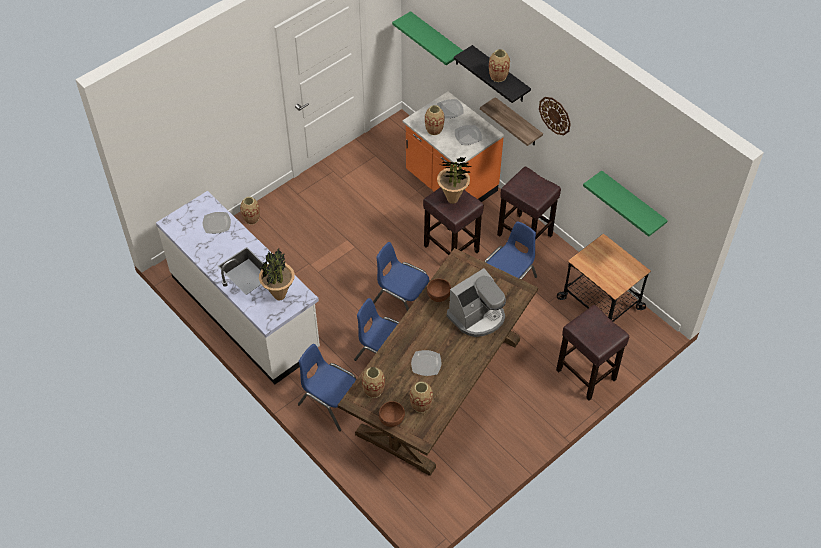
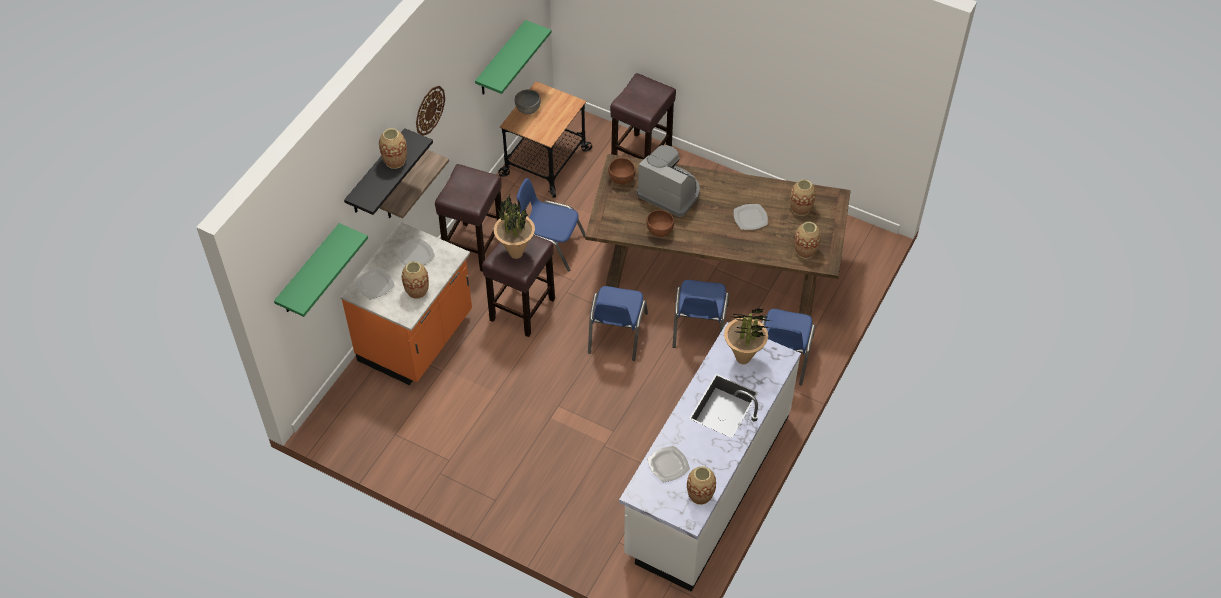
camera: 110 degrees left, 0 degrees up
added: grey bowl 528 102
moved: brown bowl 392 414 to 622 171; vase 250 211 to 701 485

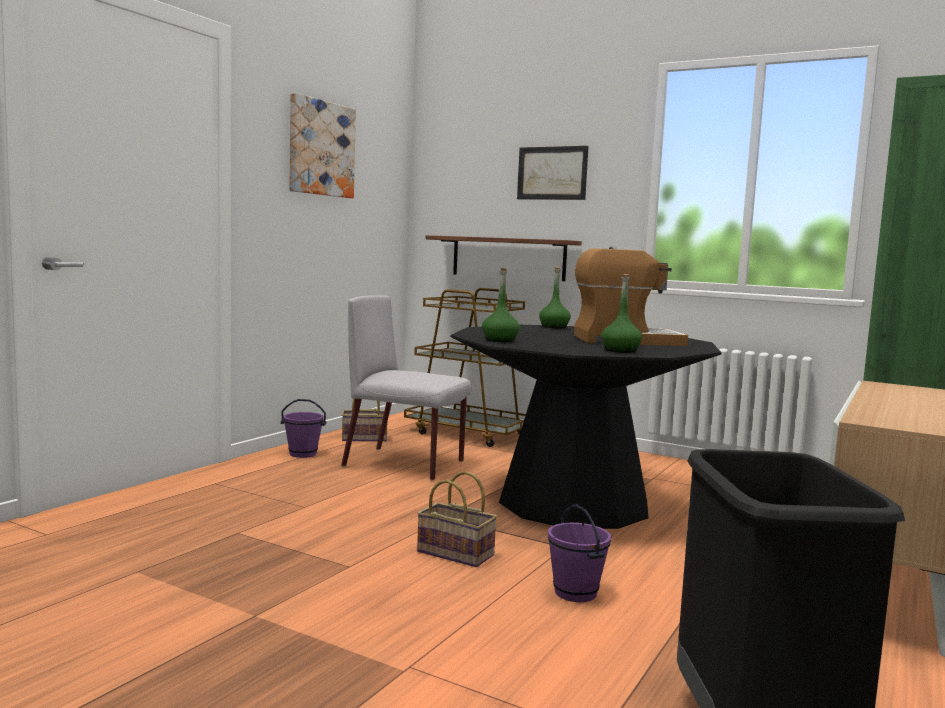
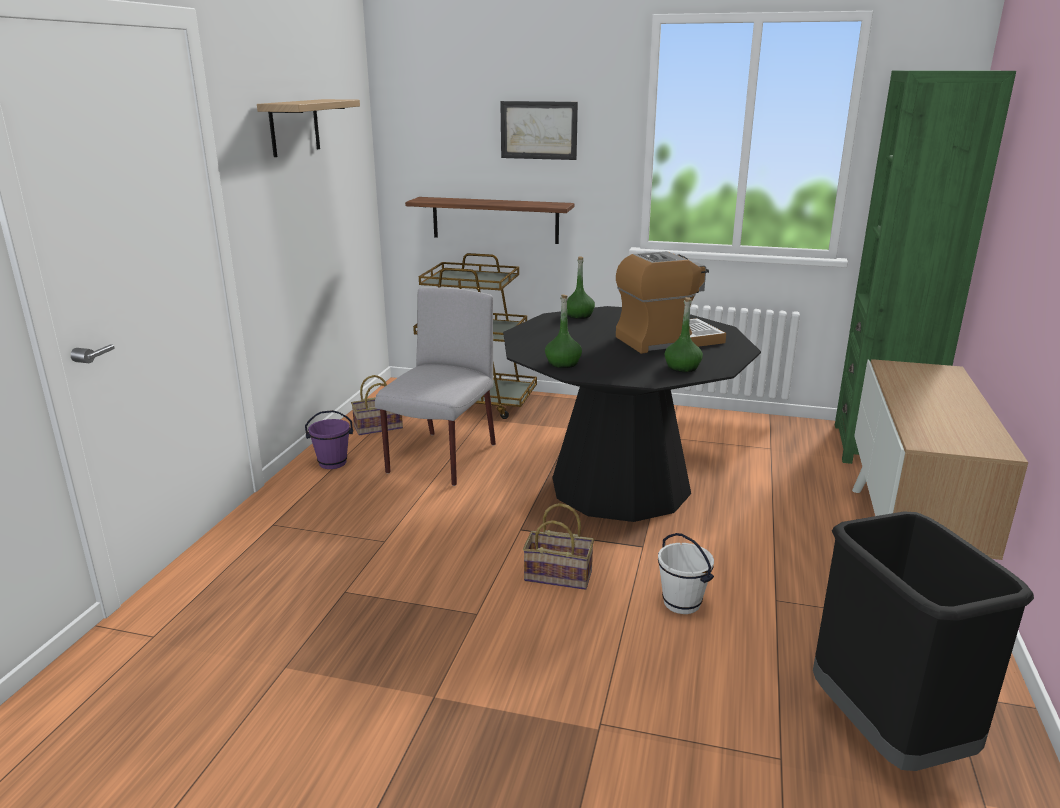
camera: 15 degrees left, 15 degrees up
replaced: picture 322 145 to shelf 308 128
recoloured: purple bucket 579 553 to white bucket 686 573
turned: grey chair 406 388 = 435 387 105 degrees clockwise

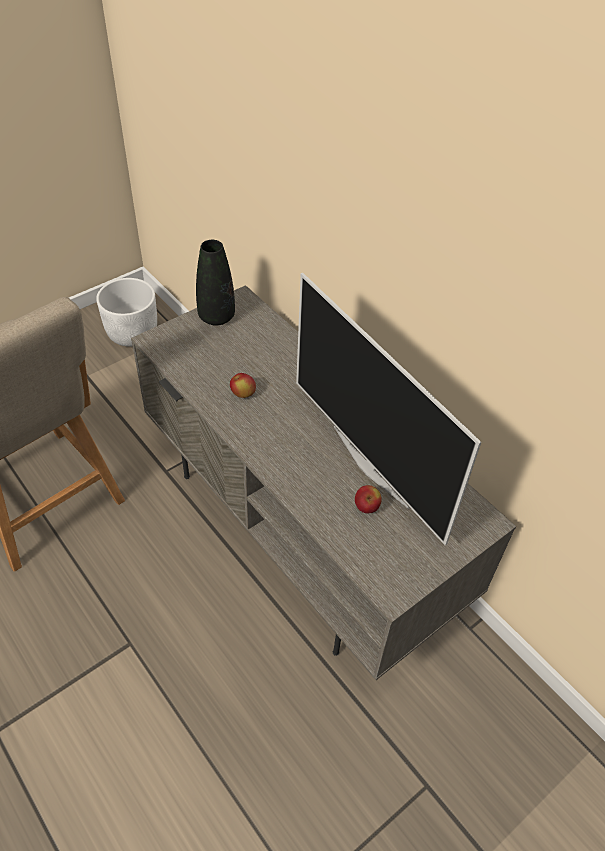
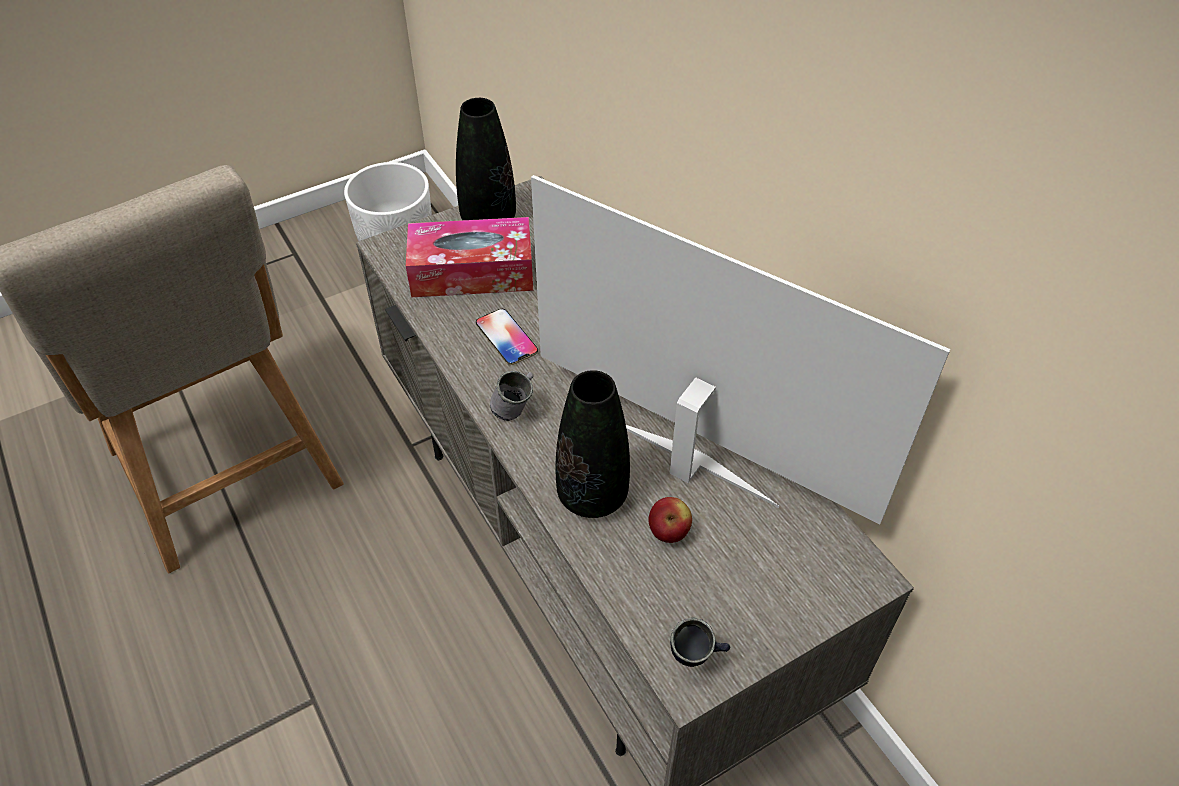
camera: 10 degrees right, 0 degrees up
added: tissue box 469 257; grey mug 512 396; black vase 593 444; blue mug 700 642
replaced: apple 243 385 to phone 507 337
turned: television 388 409 = 740 349 150 degrees clockwise

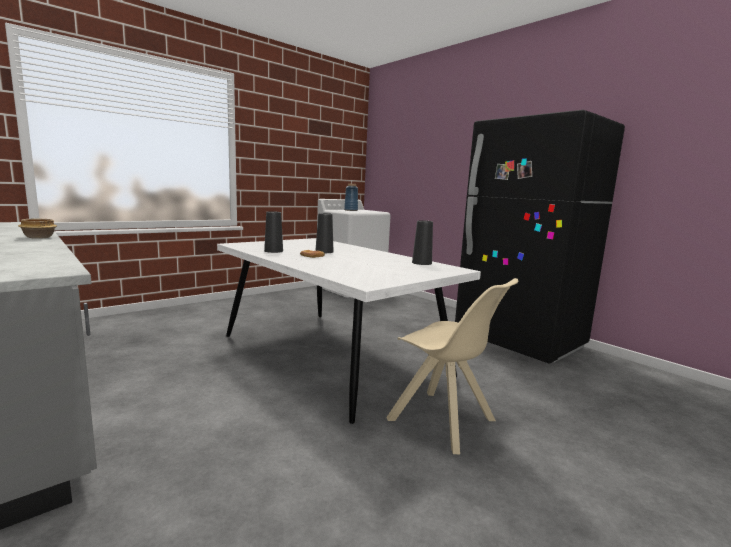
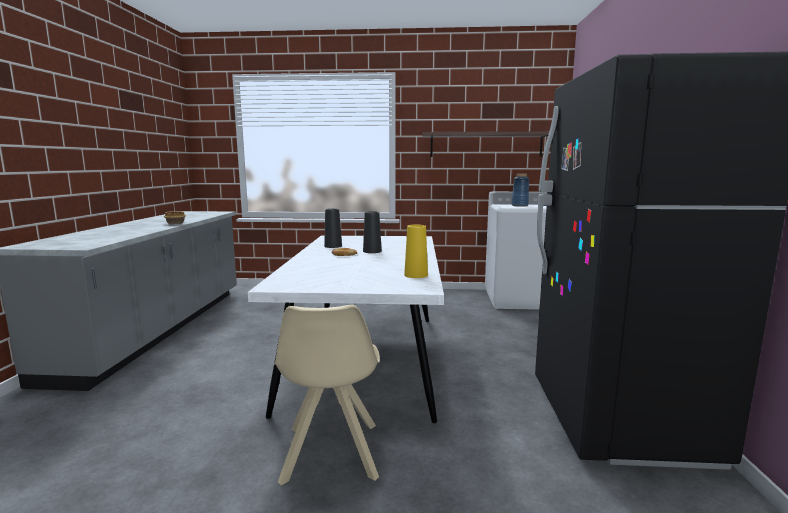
camera: 45 degrees right, 0 degrees up
added: shelf 485 144
recoloured: black vase 422 242 to yellow vase 416 251

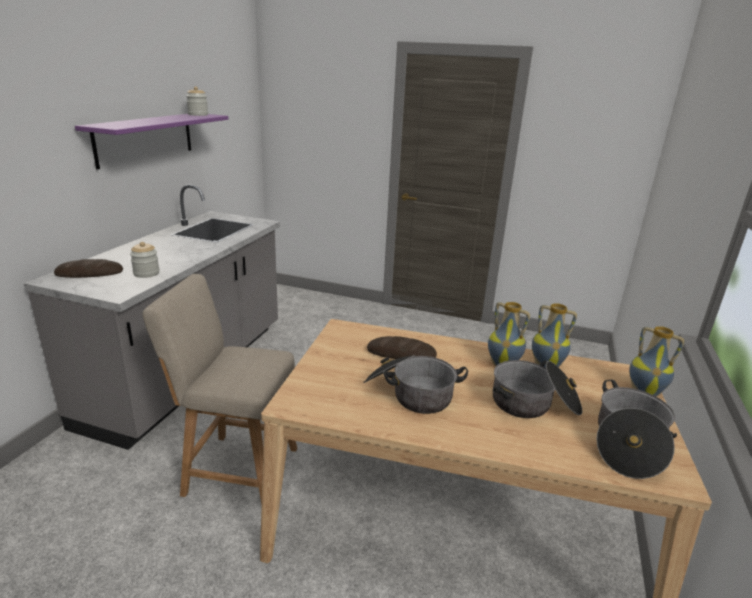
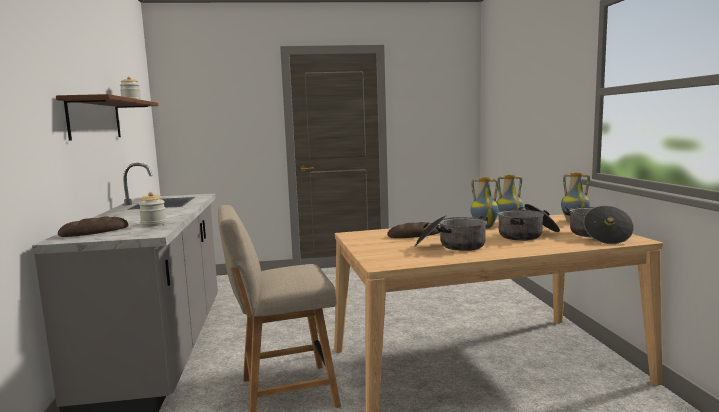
camera: 25 degrees left, 15 degrees down
recoloured: purple shelf 151 142 to brown shelf 107 117

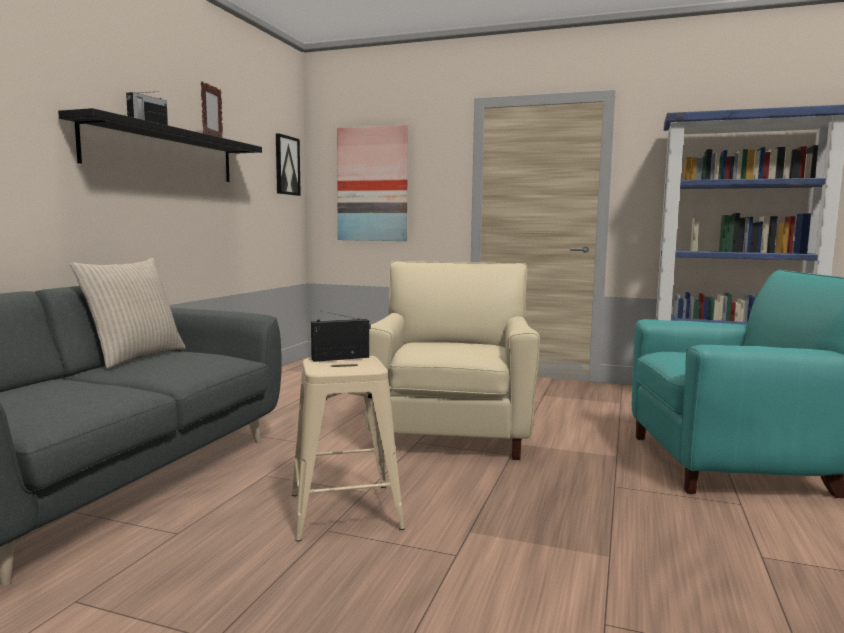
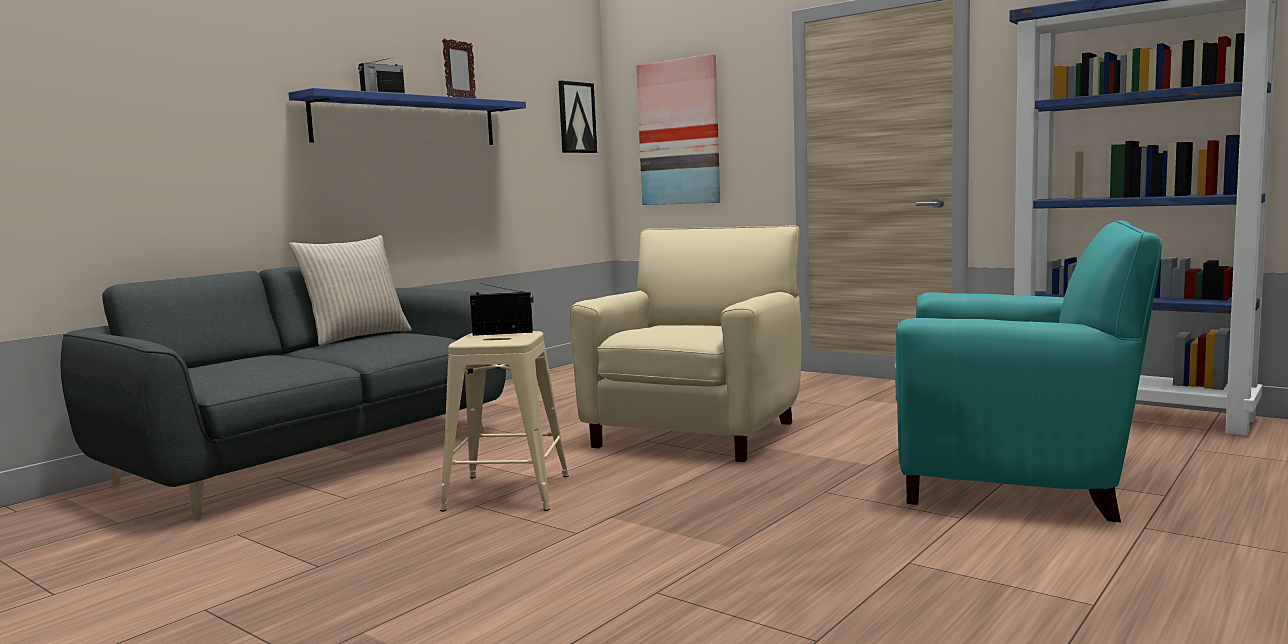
camera: 20 degrees right, 0 degrees up
recoloured: black shelf 160 145 to blue shelf 407 116

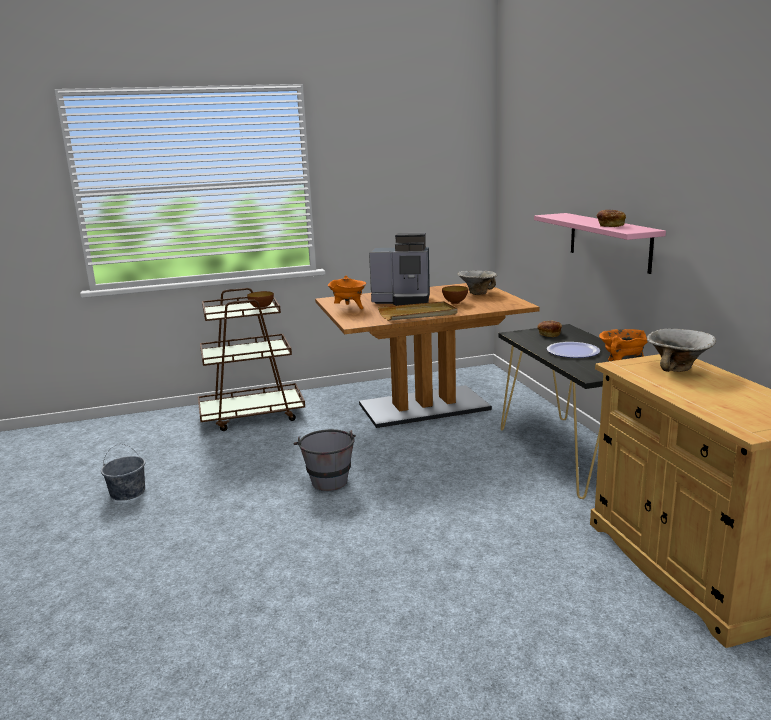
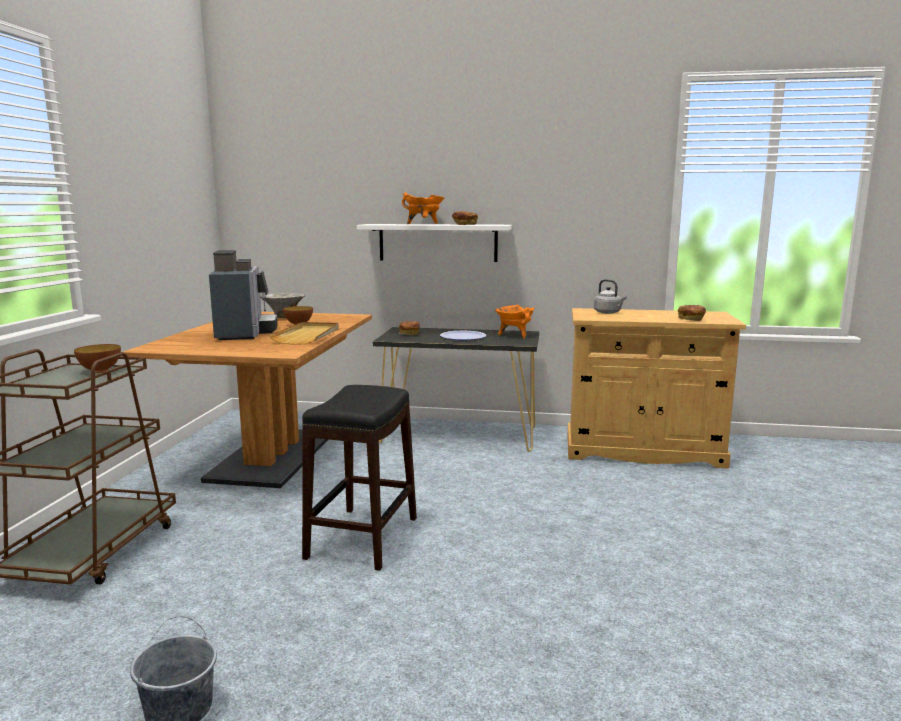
camera: 65 degrees left, 5 degrees down
added: bread 692 313
moved: orange cooking pot 347 292 to 423 208
replaced: grey bucket 324 460 to black stool 359 478; bowl 681 350 to grey kettle 610 296
recoloured: pink shelf 600 243 to white shelf 434 243
turned: coffee machine 399 269 = 243 295 45 degrees counterclockwise

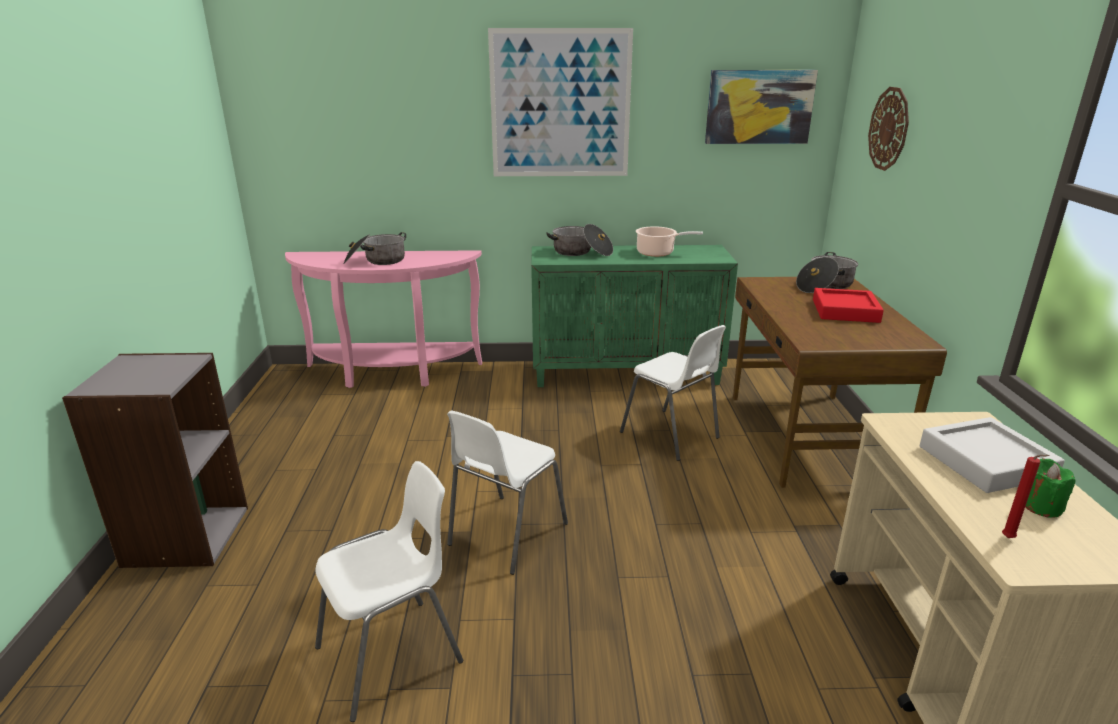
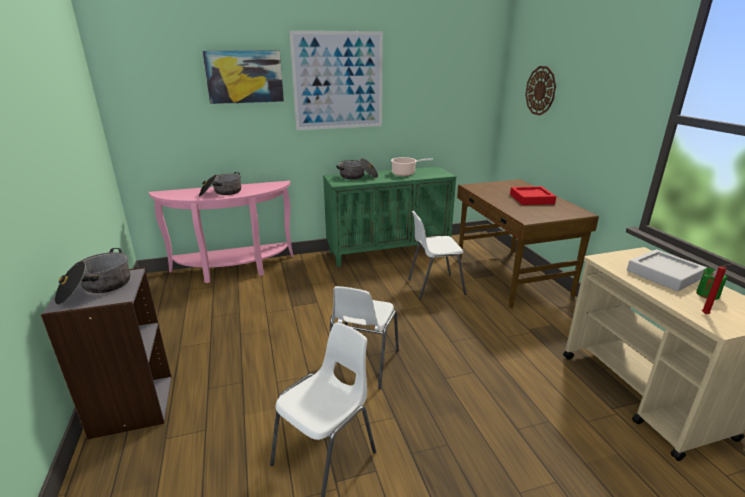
camera: 15 degrees left, 0 degrees up
moved: cooking pot 827 272 to 92 276; picture 761 107 to 243 77
turned: white chair 673 393 = 437 255 135 degrees clockwise

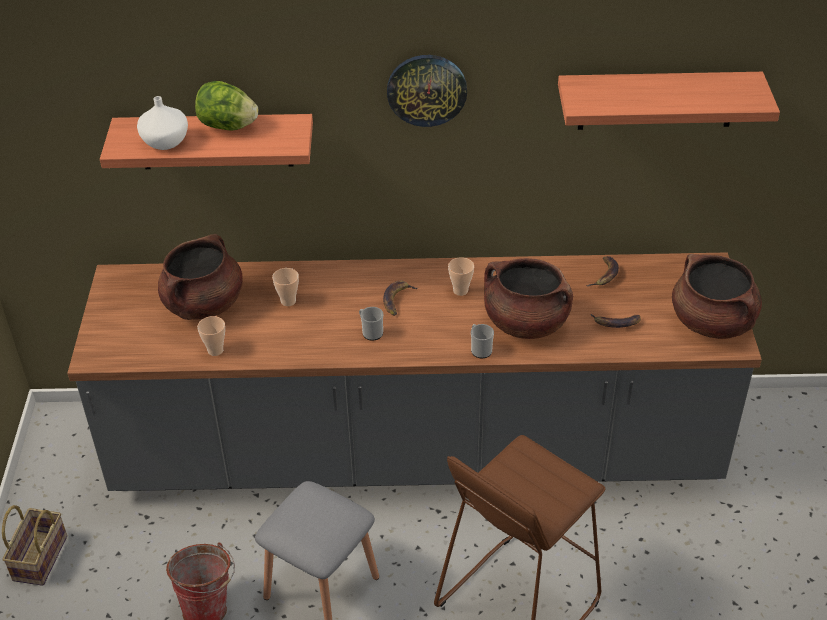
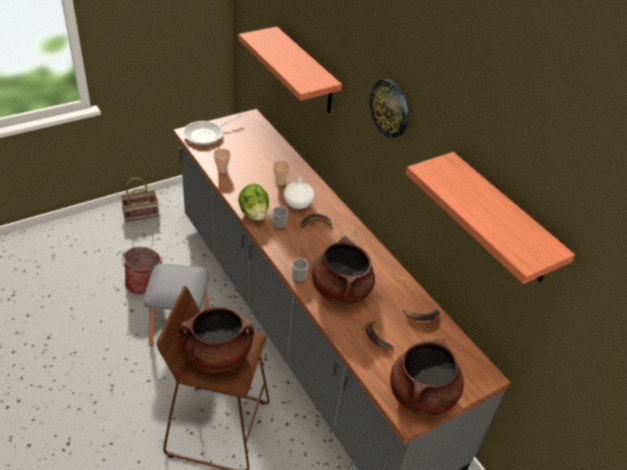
camera: 55 degrees right, 0 degrees up
added: frying pan 212 129
moved: brown cooking pot 200 277 to 216 340; lettuce 226 106 to 253 202; white vase 162 123 to 299 193

